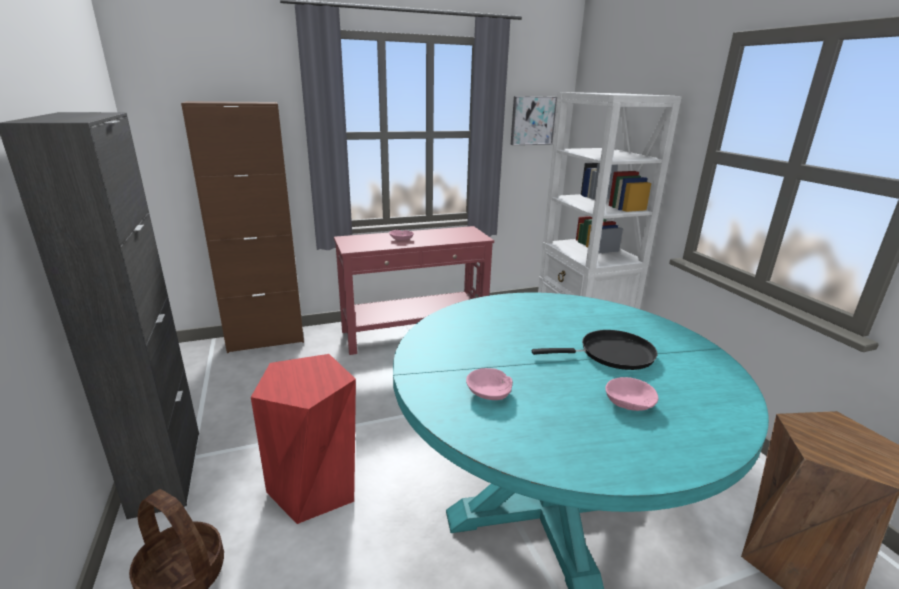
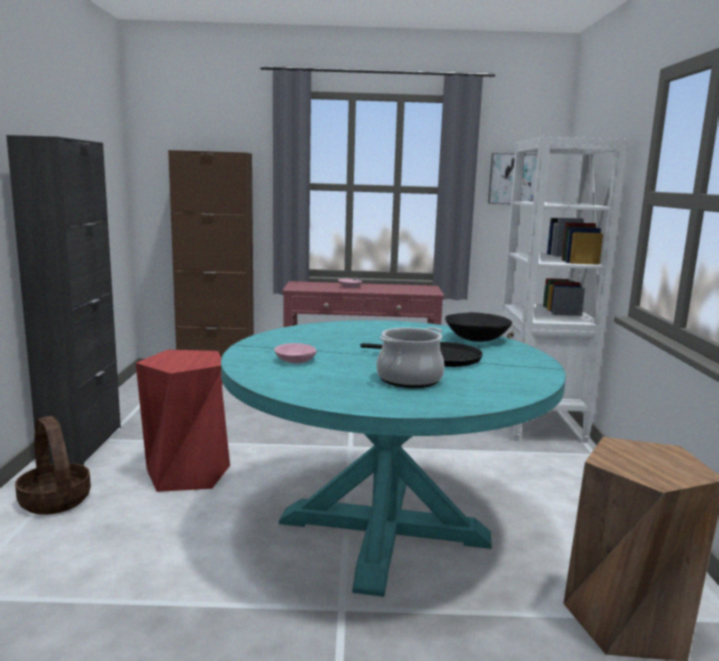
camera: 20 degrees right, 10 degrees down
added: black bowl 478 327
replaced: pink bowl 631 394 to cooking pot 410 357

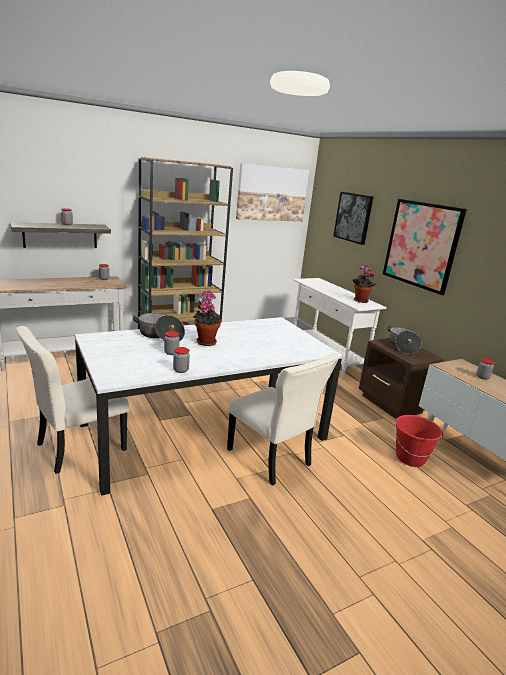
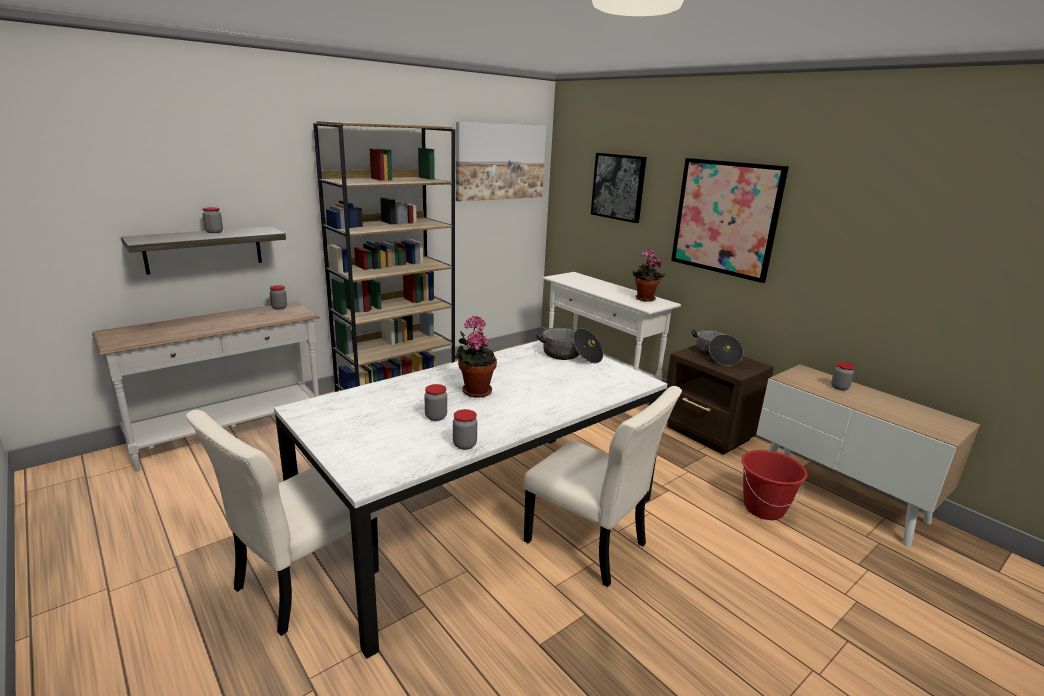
camera: 10 degrees left, 0 degrees up
moved: cooking pot 158 327 to 569 345

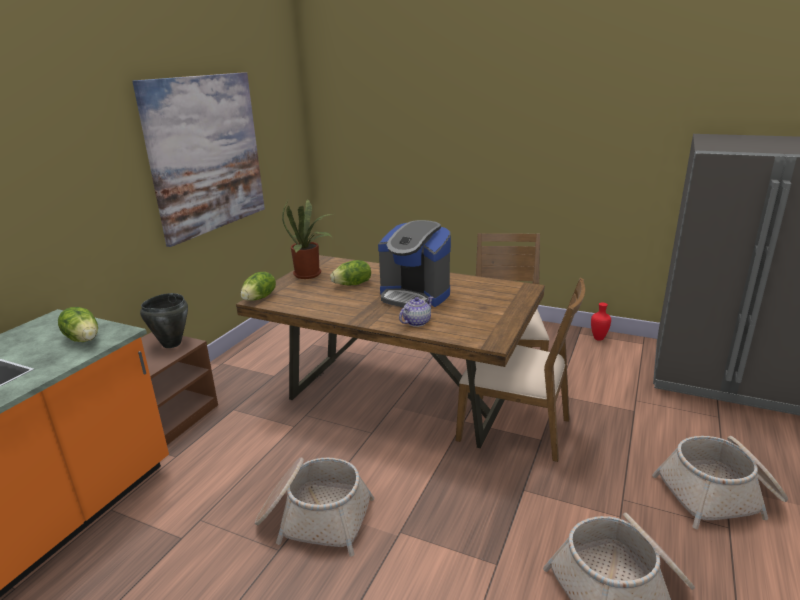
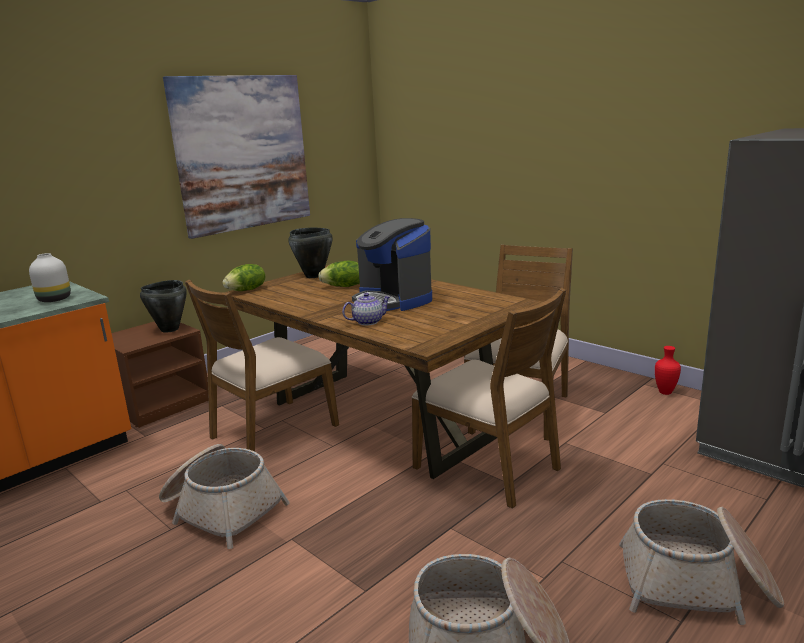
camera: 20 degrees right, 5 degrees down
added: brown chair 262 366
replaced: lettuce 78 324 to white vase 50 277; potted plant 307 239 to black cooking pot 310 253

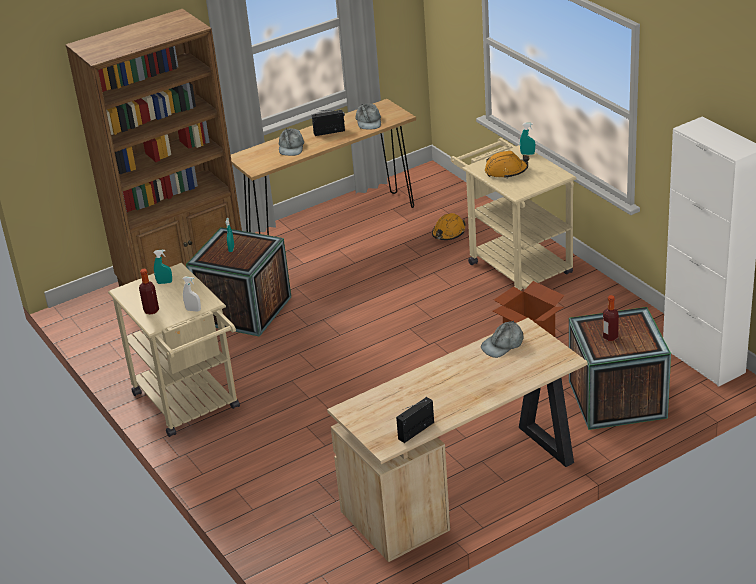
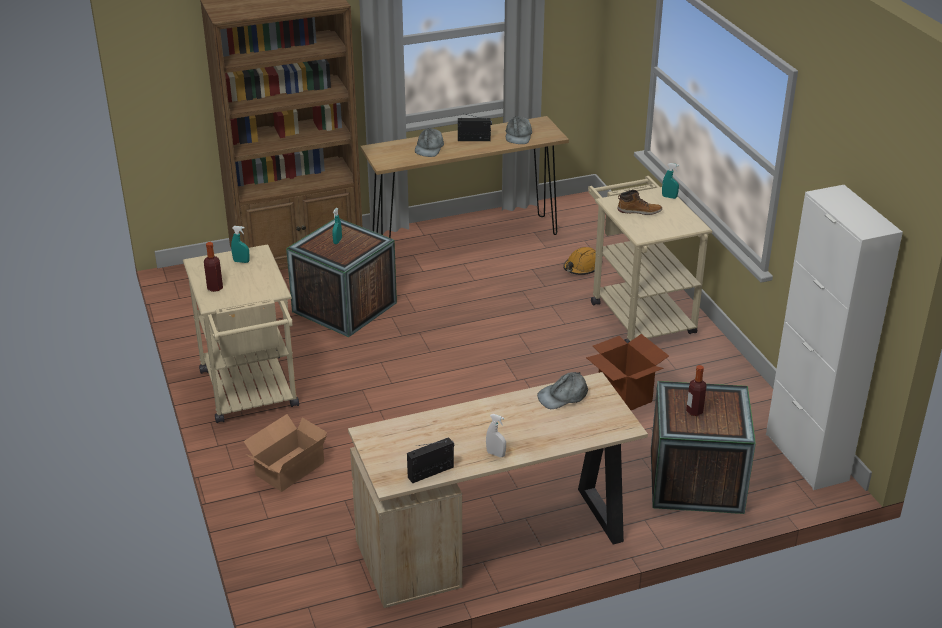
camera: 10 degrees right, 0 degrees up
added: cardboard box 285 453
moved: white spray bottle 192 294 to 496 435
replaced: orange hard hat 507 165 to boot 640 202

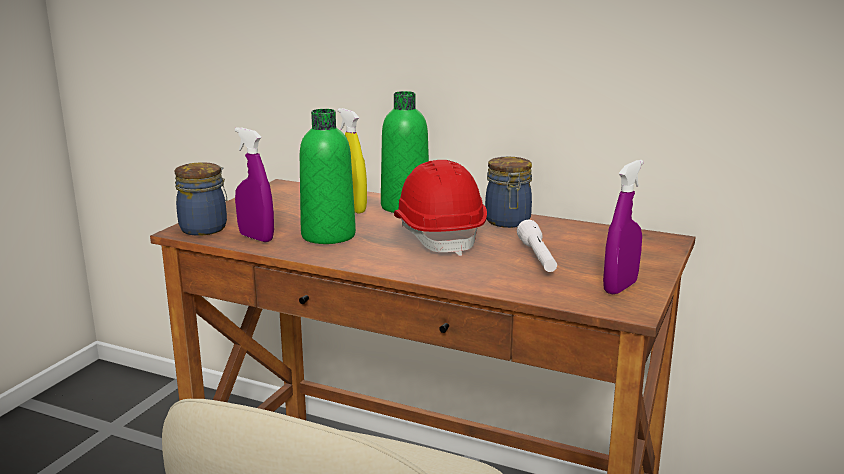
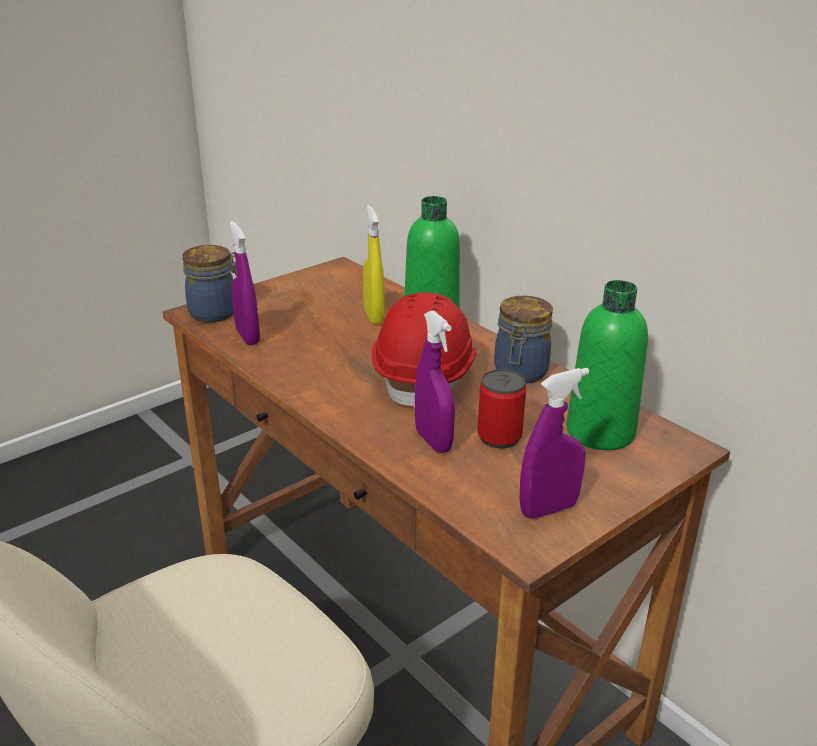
camera: 25 degrees right, 10 degrees up
added: purple spray bottle 435 381
moved: green bottle 328 176 to 607 365
replaced: white flashlight 537 245 to can 501 408

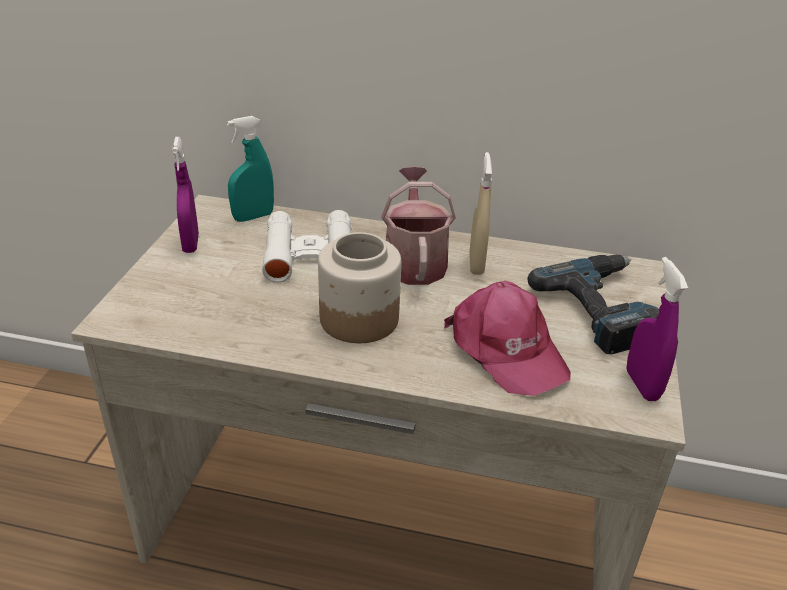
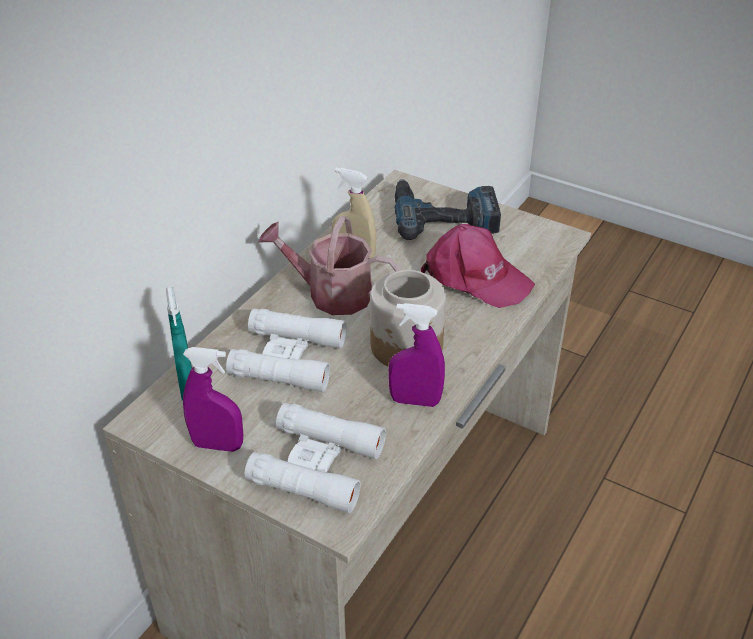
camera: 70 degrees left, 5 degrees up
added: white binoculars 315 458
moved: purple spray bottle 657 329 to 416 355
turned: pink cap 507 338 = 478 266 45 degrees clockwise

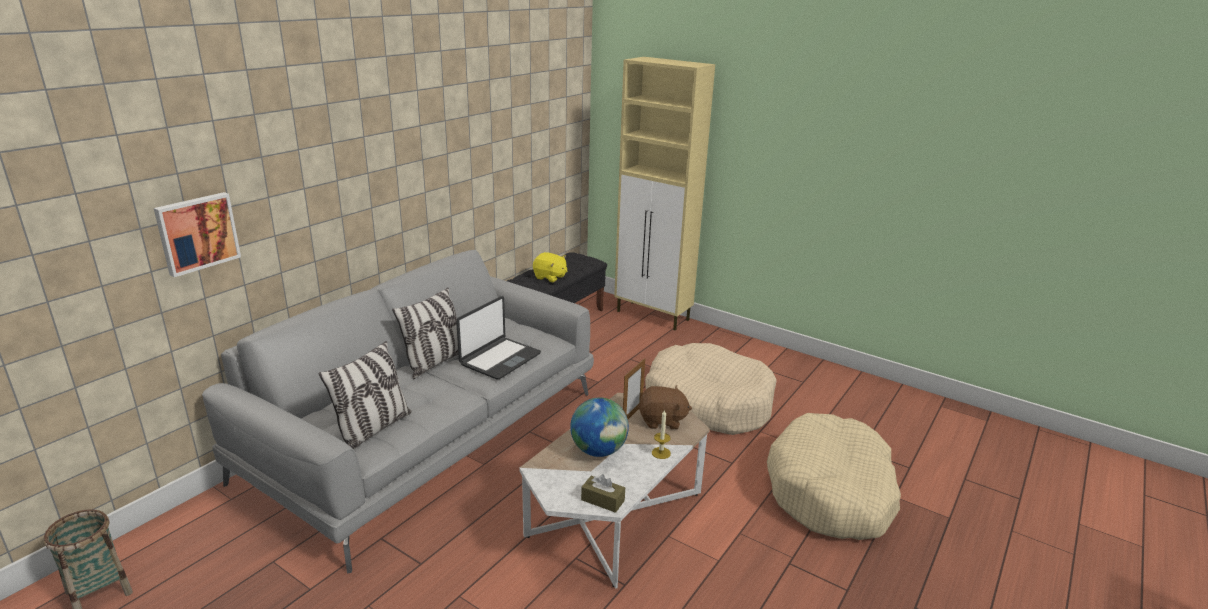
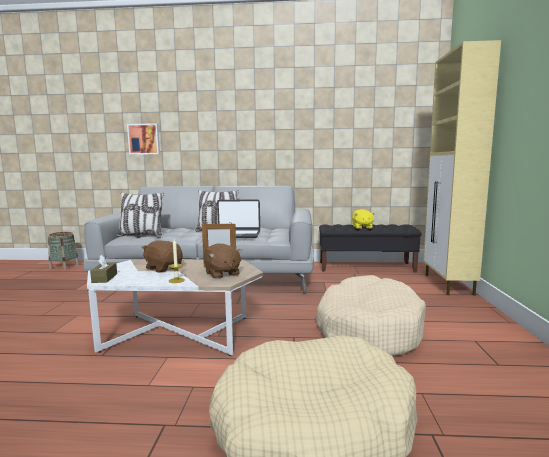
camera: 60 degrees right, 15 degrees down
replaced: globe 599 427 to brown plush toy 162 257

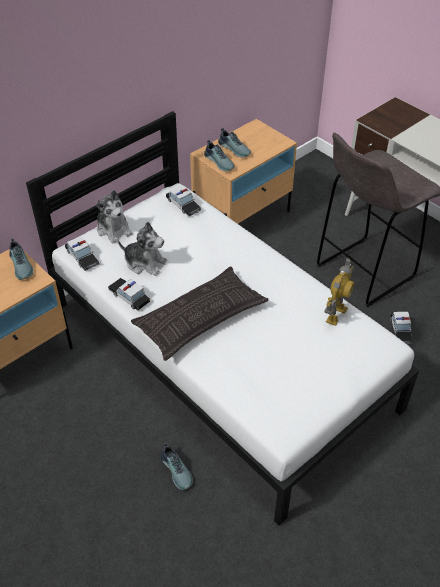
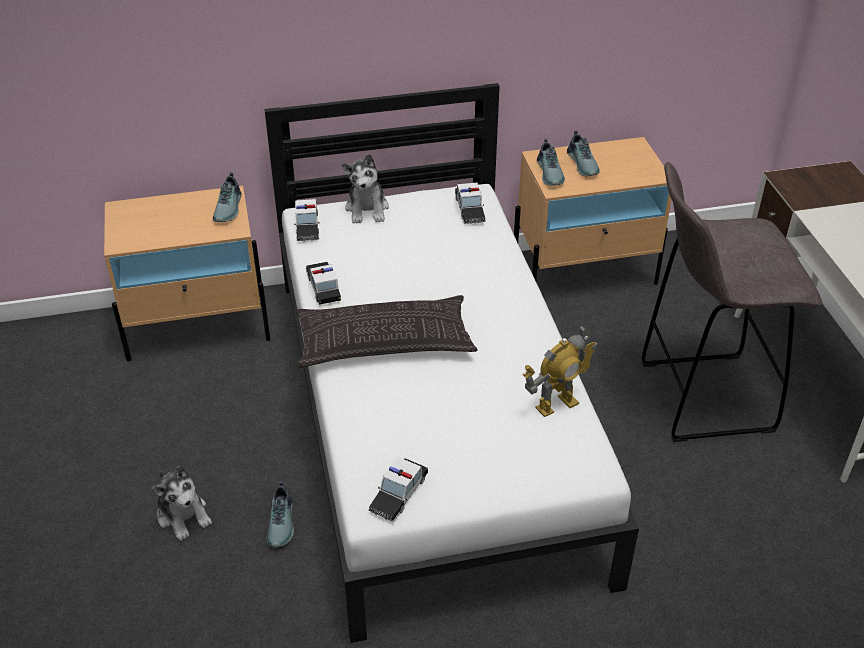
camera: 30 degrees right, 5 degrees down
moved: plush toy 142 248 to 182 503; toy car 401 328 to 398 489

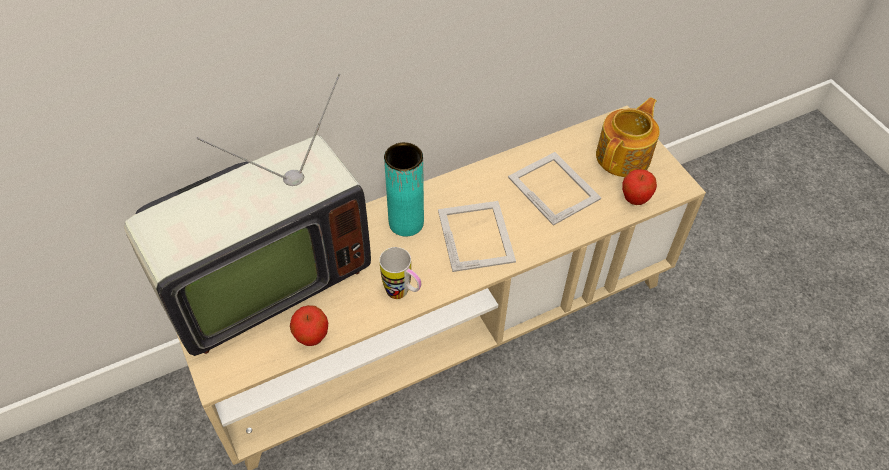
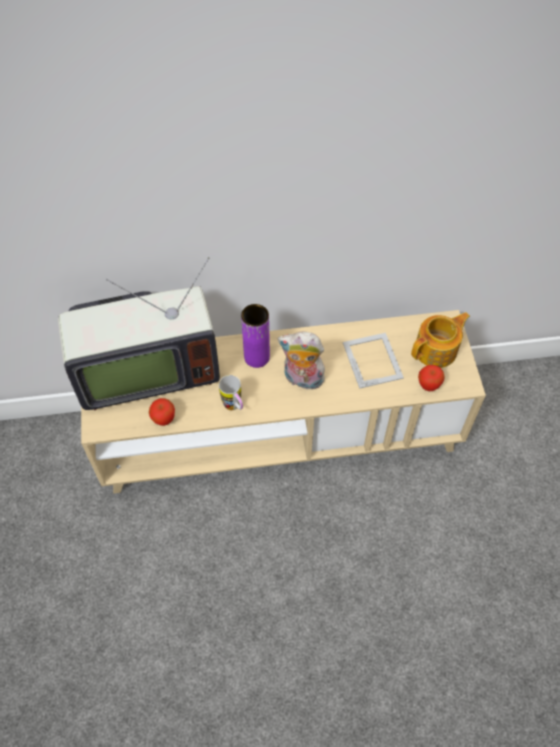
camera: 20 degrees right, 5 degrees up
replaced: picture frame 477 236 to plush toy 301 360
recoloured: turquoise vase 404 189 to purple vase 255 336

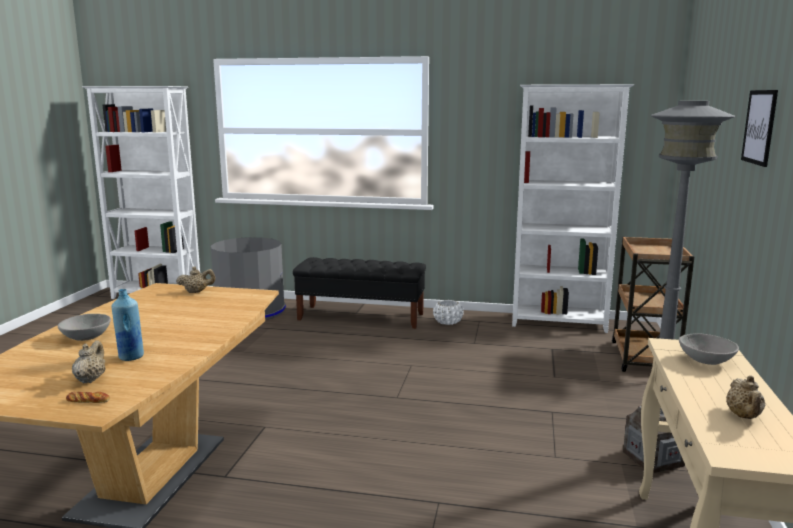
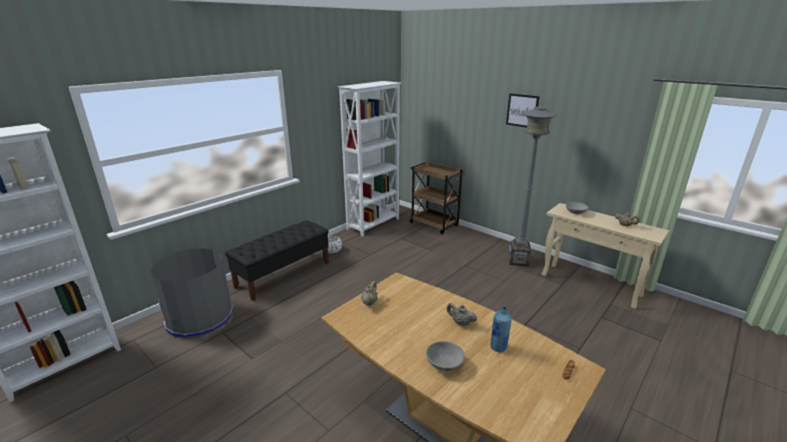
camera: 60 degrees left, 10 degrees up
moved: beige teapot 89 362 to 462 314

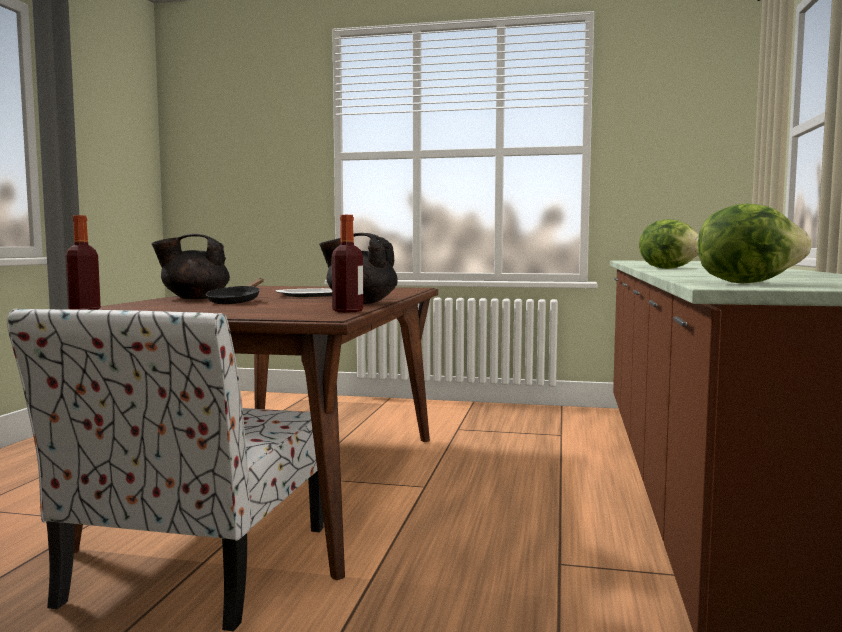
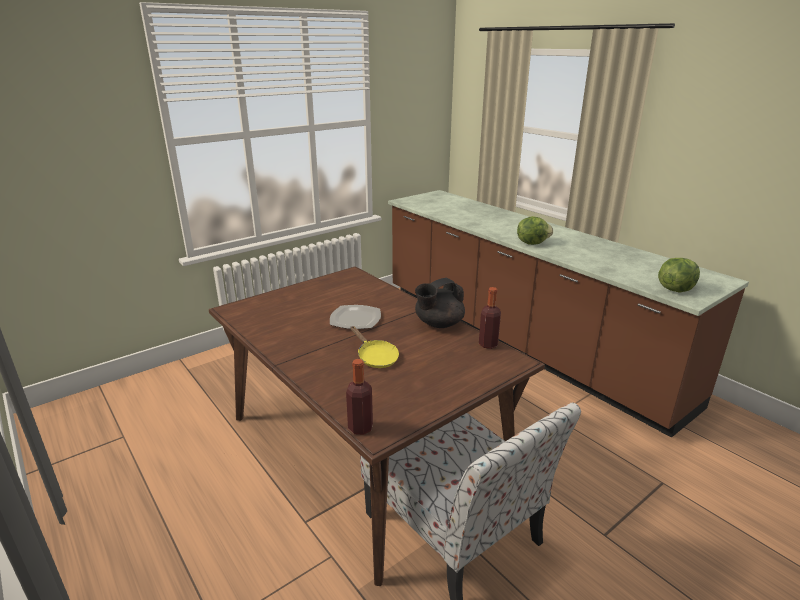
camera: 50 degrees left, 20 degrees up
removed: black teapot 191 266
recoloured: black frying pan 235 291 to yellow frying pan 374 347

